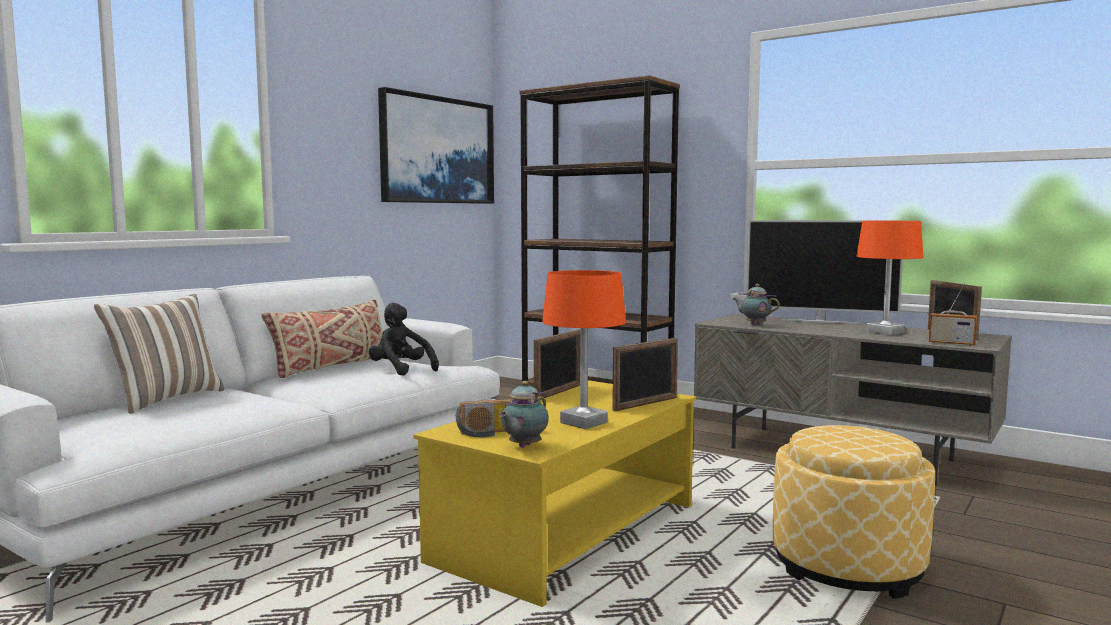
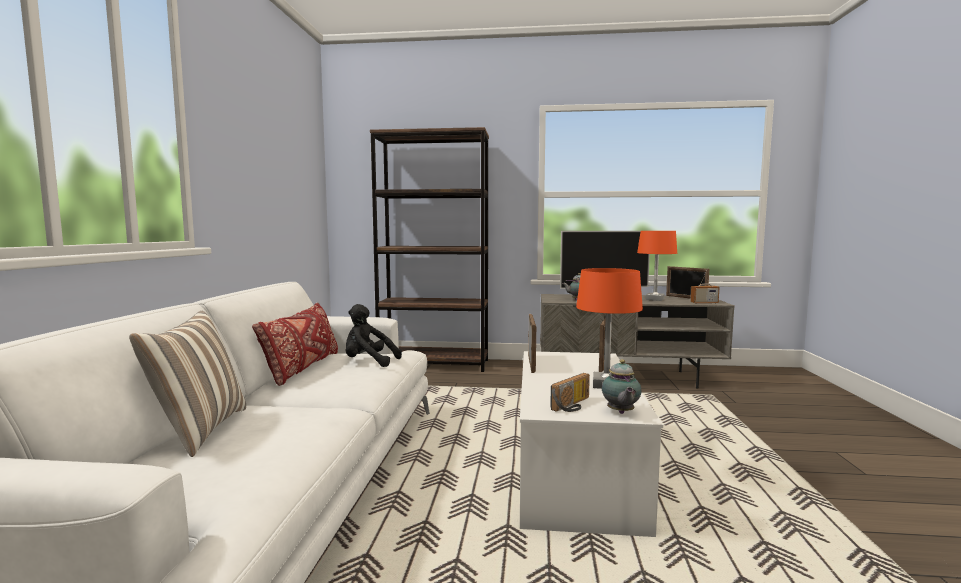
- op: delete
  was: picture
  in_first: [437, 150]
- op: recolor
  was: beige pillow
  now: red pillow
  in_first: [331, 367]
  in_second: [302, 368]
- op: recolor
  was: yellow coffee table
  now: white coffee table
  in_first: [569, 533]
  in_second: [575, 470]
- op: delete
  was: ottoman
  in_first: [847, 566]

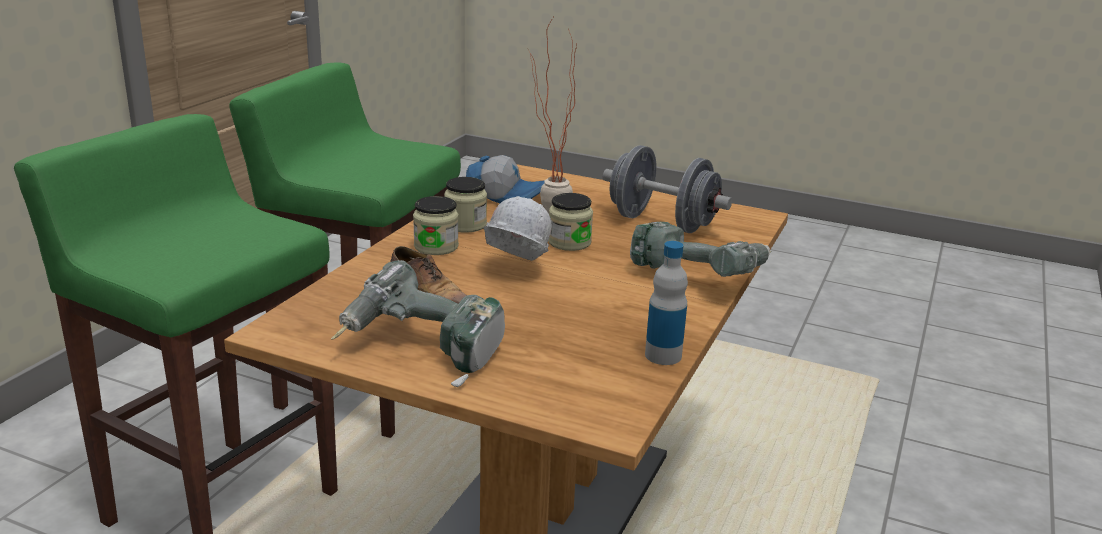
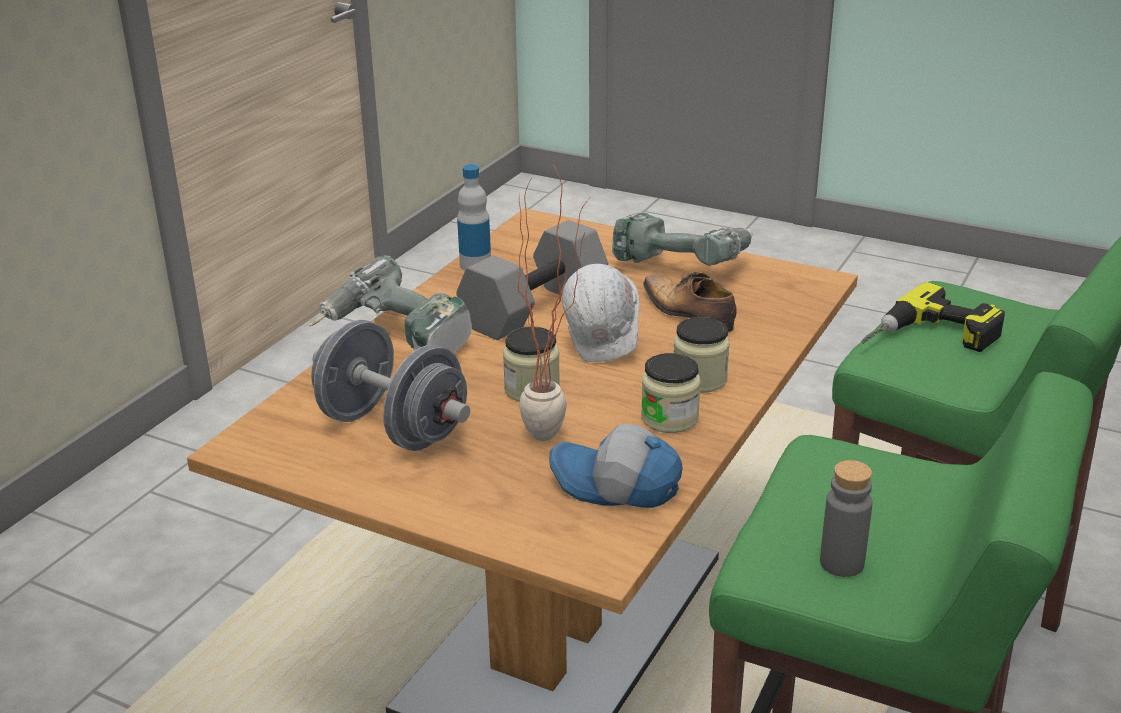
- op: insert
  now: grey dumbbell
  in_second: [533, 306]
- op: insert
  now: power drill
  in_second: [930, 339]
- op: insert
  now: grey bottle
  in_second: [841, 563]

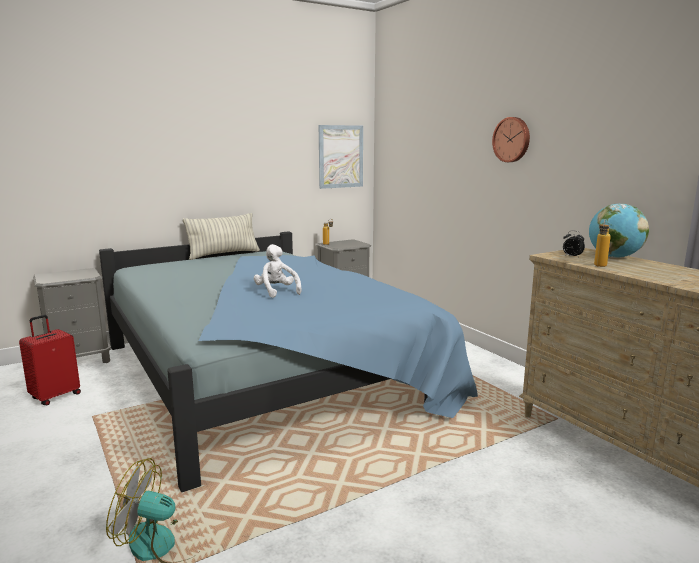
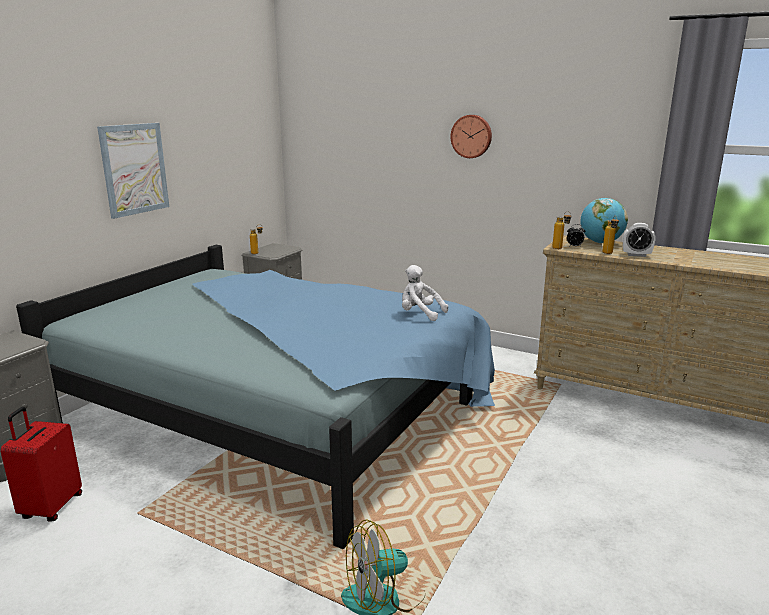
- op: move
  was: picture
  in_first: [340, 156]
  in_second: [134, 169]
- op: delete
  was: pillow
  in_first: [223, 254]
- op: move
  was: white plush toy
  in_first: [276, 292]
  in_second: [420, 314]
- op: insert
  now: bottle
  in_second: [560, 249]
- op: insert
  now: alarm clock
  in_second: [636, 255]

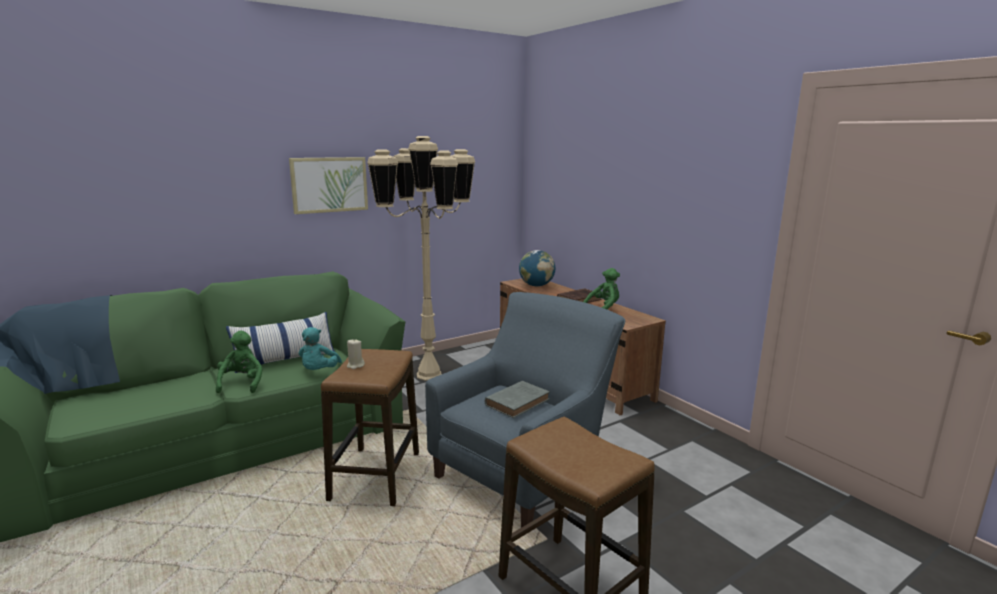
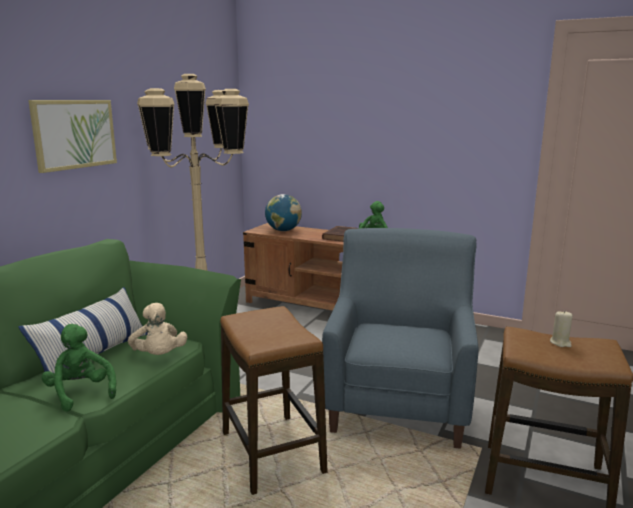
- op: recolor
  was: turquoise plush toy
  now: beige plush toy
  in_first: [319, 371]
  in_second: [159, 356]
- op: move
  was: beige candle
  in_first: [355, 365]
  in_second: [560, 343]
- op: delete
  was: grey book
  in_first: [518, 402]

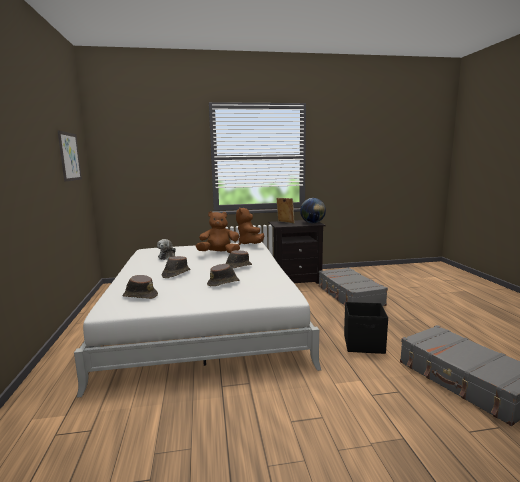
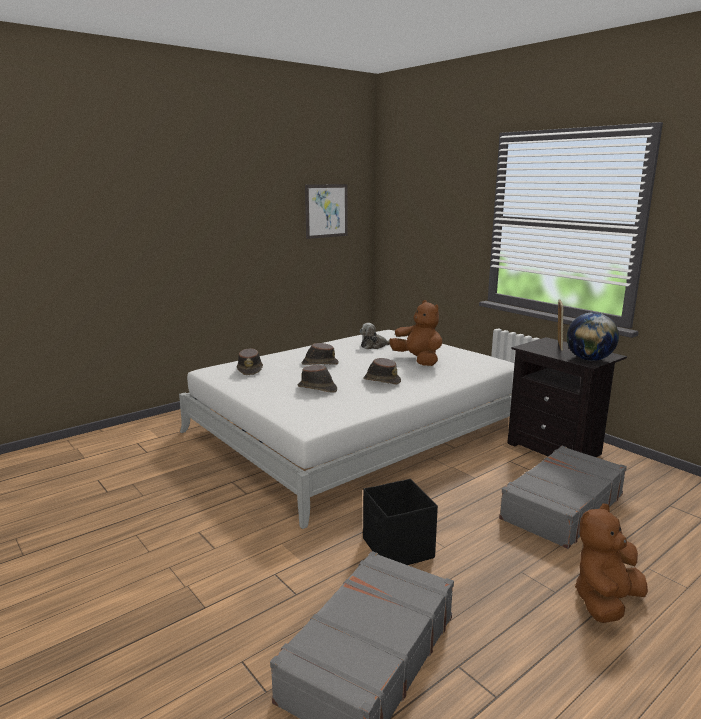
- op: move
  was: brown plush toy
  in_first: [250, 244]
  in_second: [605, 602]

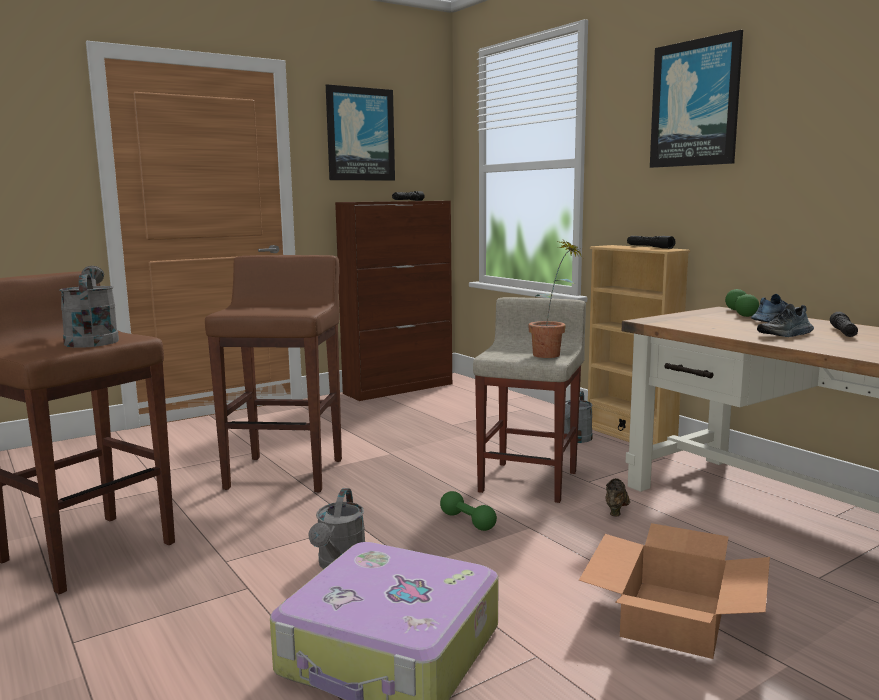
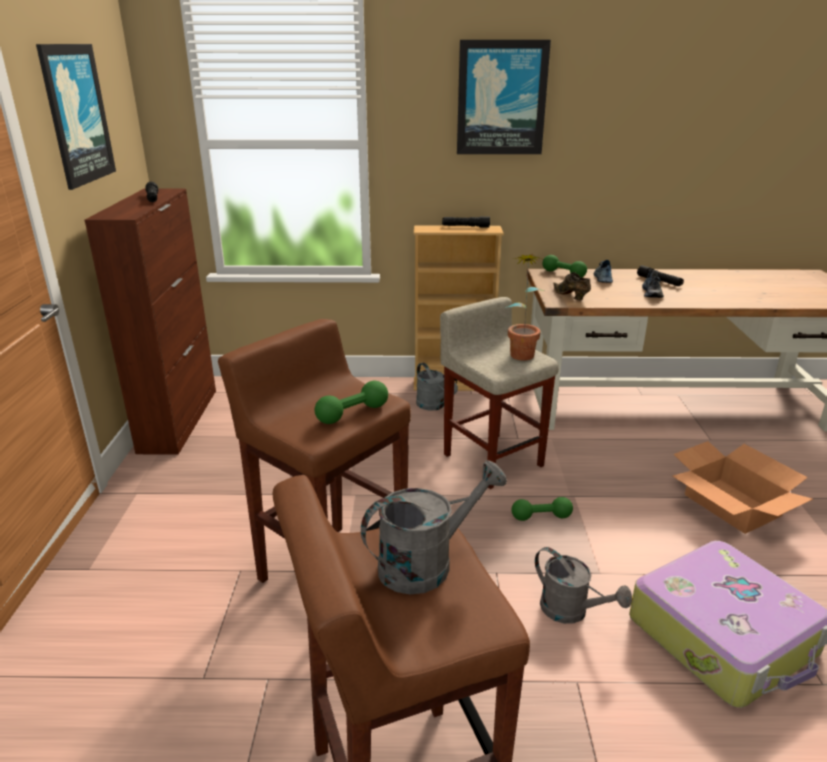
- op: rotate
  was: grey watering can
  in_first: [92, 340]
  in_second: [427, 563]
  clockwise: 135
- op: move
  was: brown shoe
  in_first: [616, 509]
  in_second: [571, 296]
- op: insert
  now: green dumbbell
  in_second: [352, 414]

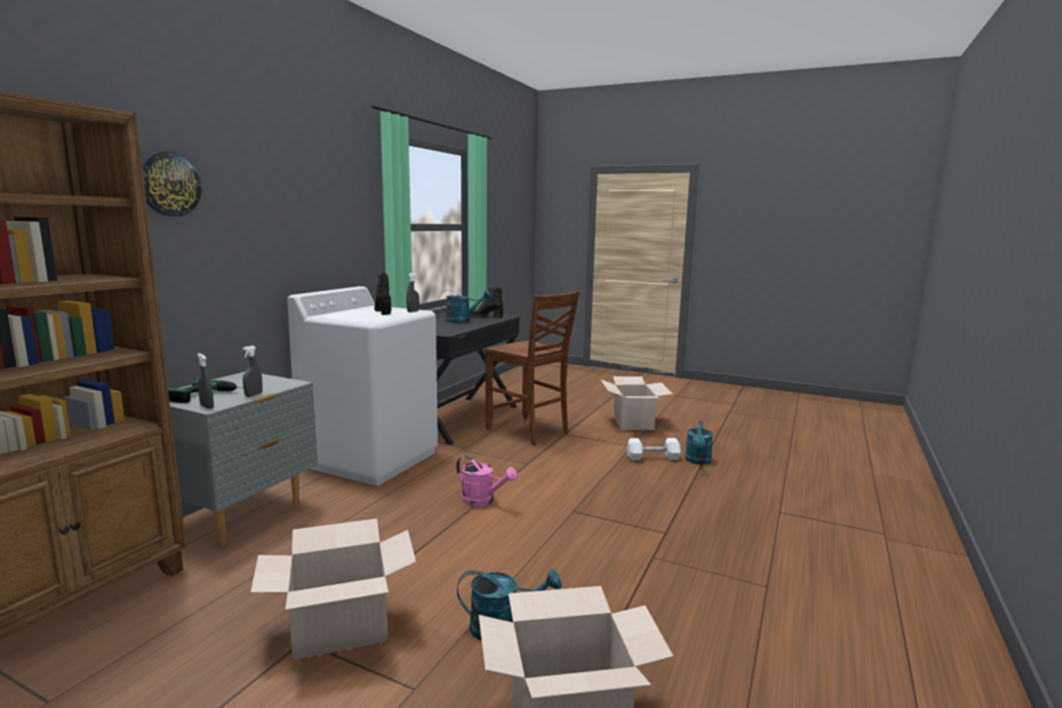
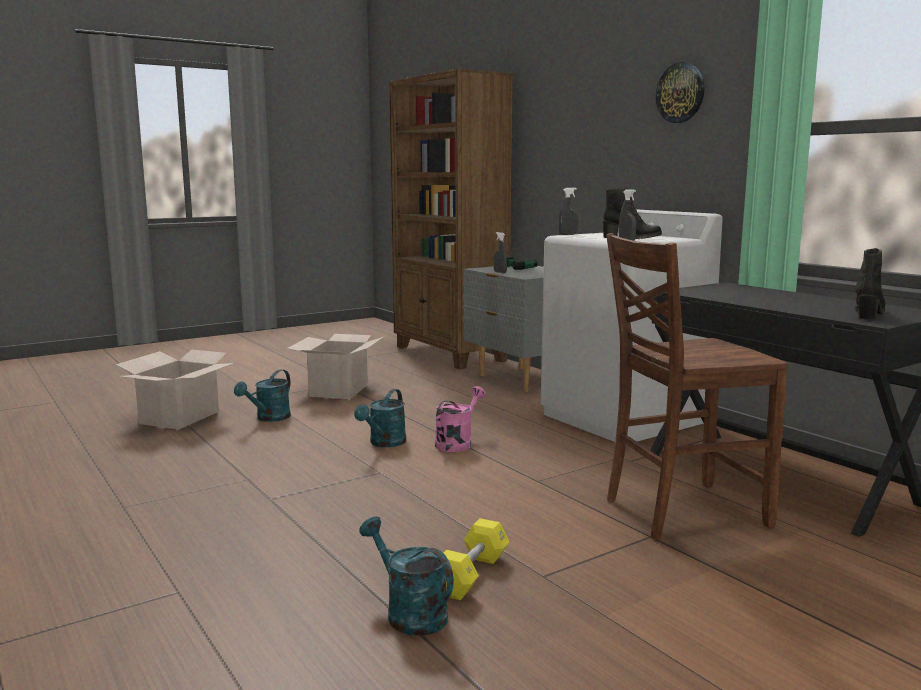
- op: move
  was: wall clock
  in_first: [169, 184]
  in_second: [680, 93]
- op: move
  was: turquoise watering can
  in_first: [462, 321]
  in_second: [384, 443]
- op: move
  was: grey spray bottle
  in_first: [207, 406]
  in_second: [568, 234]
- op: delete
  was: cardboard box
  in_first: [632, 422]
- op: recolor
  was: white dumbbell
  now: yellow dumbbell
  in_first: [653, 458]
  in_second: [470, 575]
- op: rotate
  was: pink watering can
  in_first: [483, 501]
  in_second: [457, 443]
  clockwise: 150

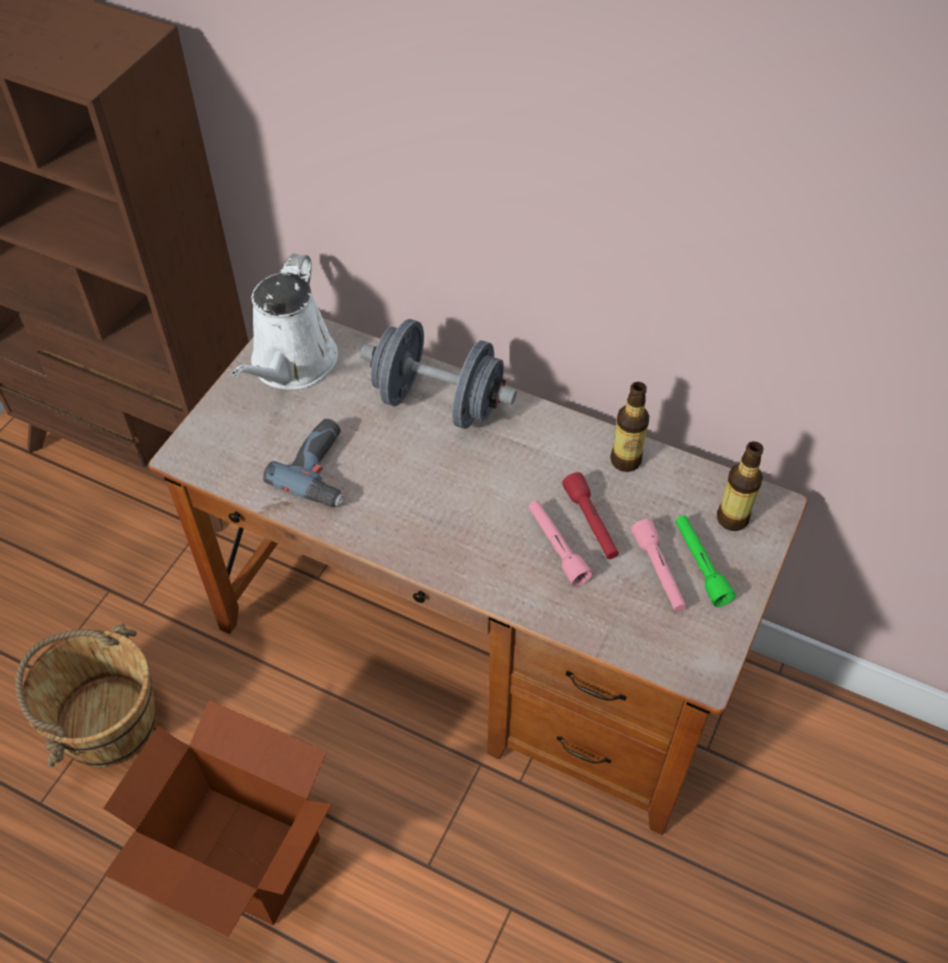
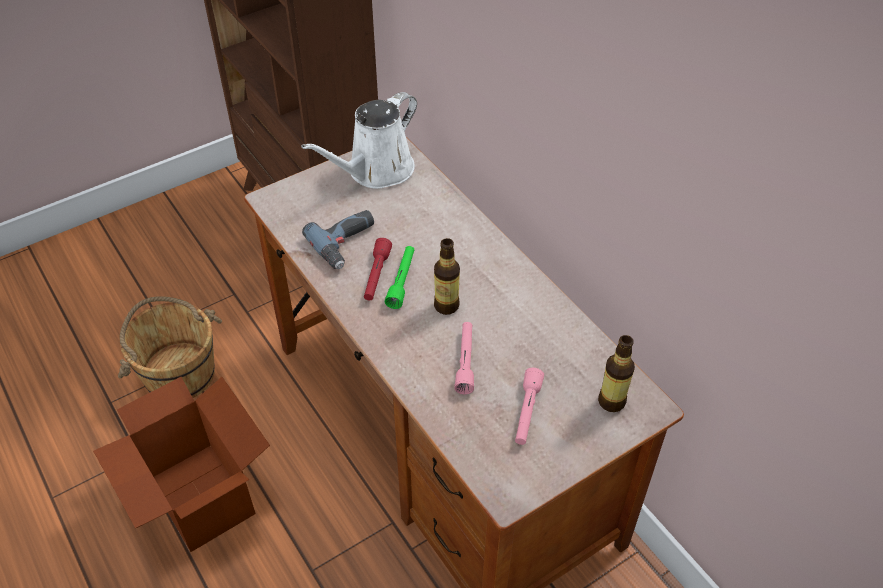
- op: delete
  was: grey dumbbell
  in_first: [438, 402]
- op: move
  was: bottle
  in_first: [625, 460]
  in_second: [446, 306]
- op: move
  was: red flashlight
  in_first: [591, 523]
  in_second: [376, 275]
- op: move
  was: green flashlight
  in_first: [700, 565]
  in_second: [402, 281]

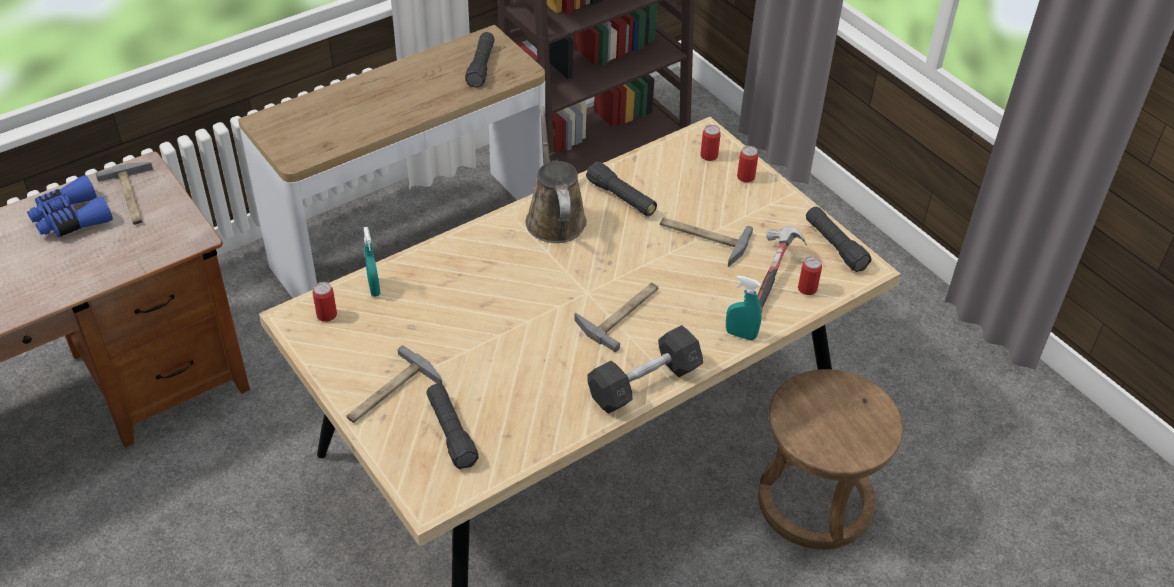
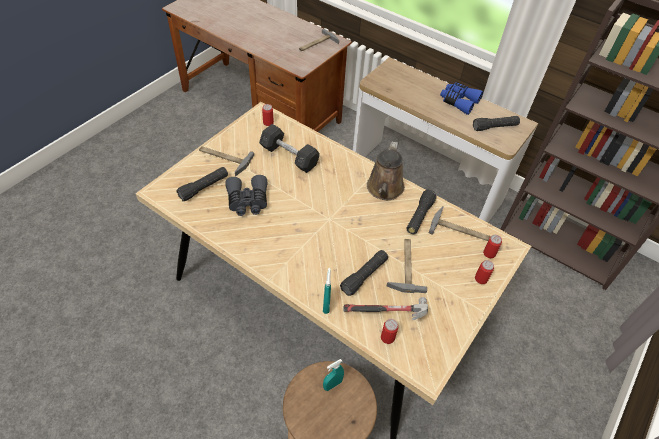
- op: rotate
  was: brown watering can
  in_first: [554, 217]
  in_second: [384, 189]
  clockwise: 135
- op: move
  was: blue binoculars
  in_first: [71, 219]
  in_second: [458, 101]
- op: move
  was: black flashlight
  in_first: [835, 246]
  in_second: [364, 276]
- op: move
  was: turquoise spray bottle
  in_first: [374, 287]
  in_second: [332, 384]
- op: move
  was: hammer
  in_first: [622, 313]
  in_second: [460, 229]
- op: move
  was: grey dumbbell
  in_first: [644, 383]
  in_second: [289, 156]
- op: insert
  now: grey binoculars
  in_second: [247, 201]

